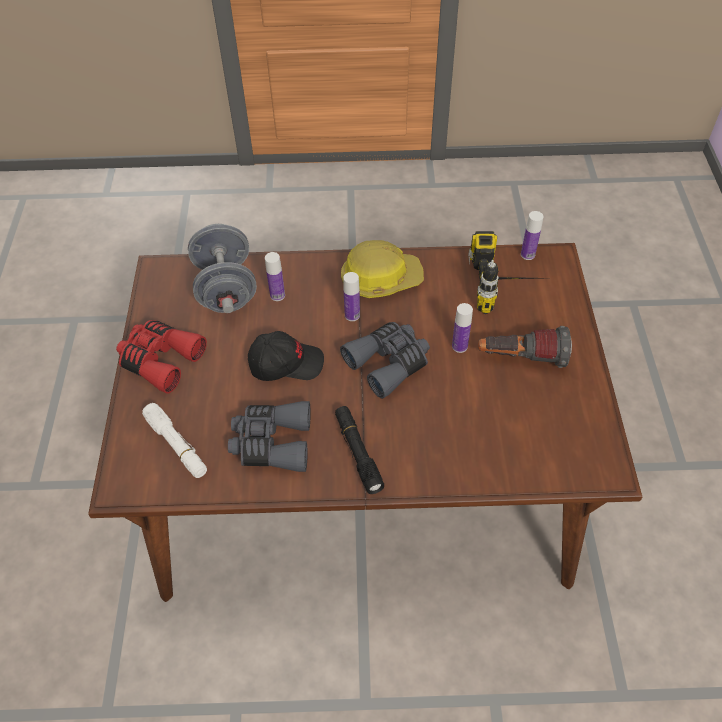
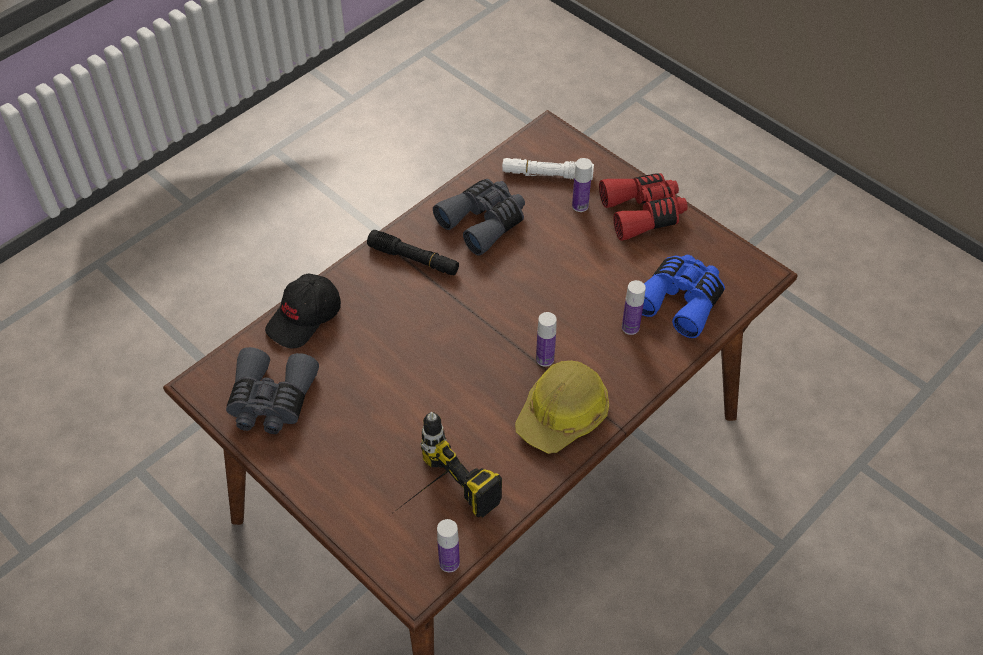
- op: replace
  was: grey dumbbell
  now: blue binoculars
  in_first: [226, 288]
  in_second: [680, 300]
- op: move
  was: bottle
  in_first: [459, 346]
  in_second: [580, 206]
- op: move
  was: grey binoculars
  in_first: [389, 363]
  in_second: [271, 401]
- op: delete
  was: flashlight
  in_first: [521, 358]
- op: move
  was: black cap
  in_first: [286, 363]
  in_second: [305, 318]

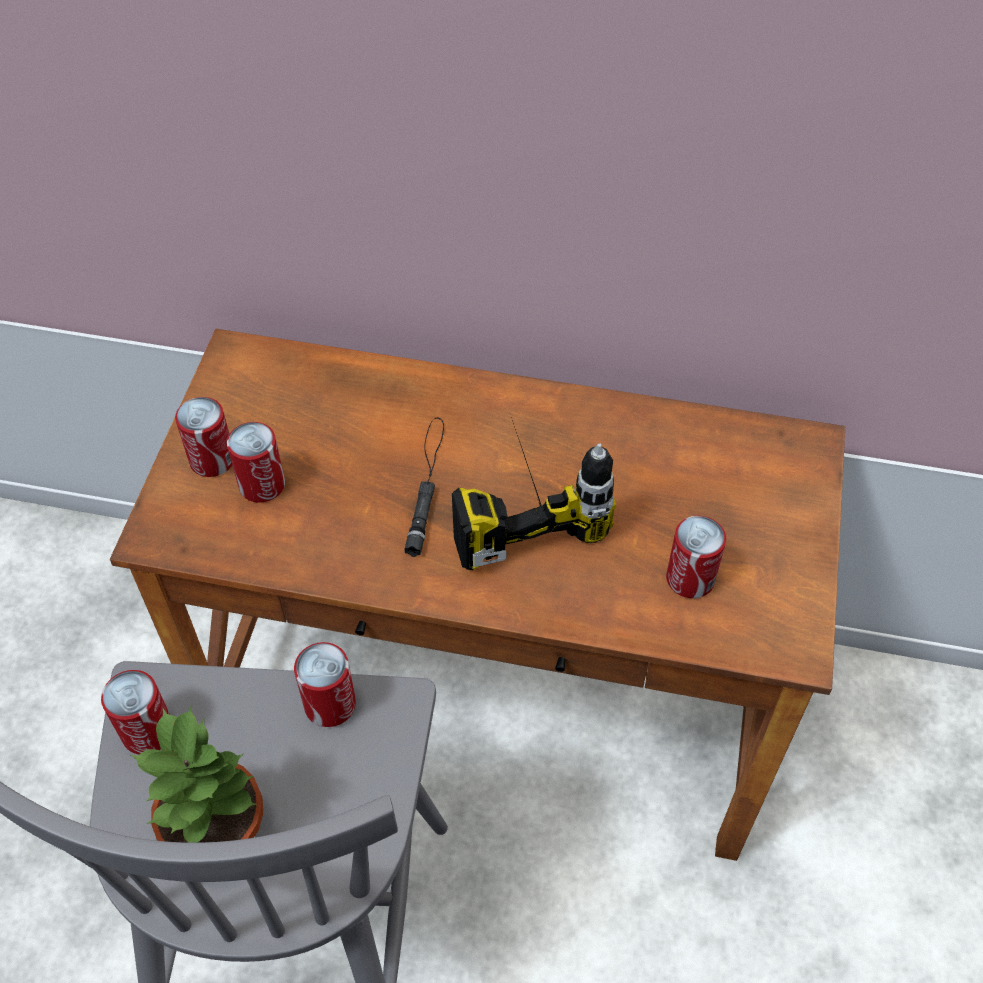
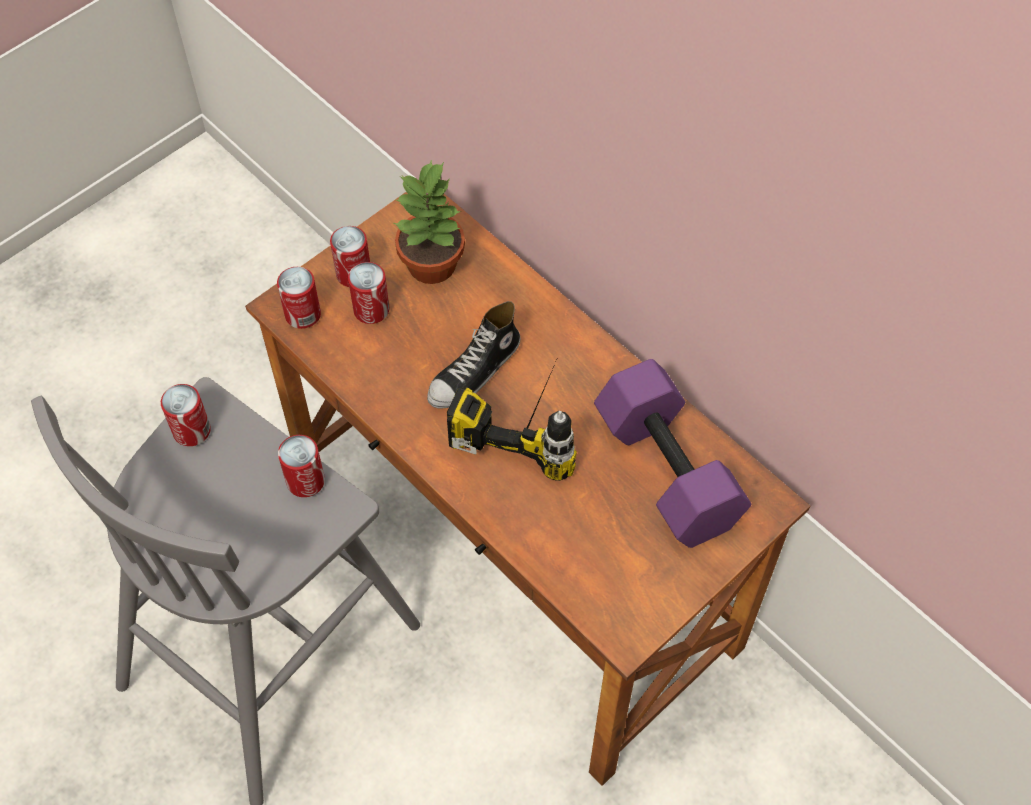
- op: replace
  was: black flashlight
  now: shoe
  in_first: [426, 485]
  in_second: [475, 372]
- op: move
  was: can
  in_first: [690, 578]
  in_second: [303, 314]
- op: move
  was: potted plant
  in_first: [220, 832]
  in_second: [433, 265]
- op: insert
  now: purple dumbbell
  in_second: [664, 470]

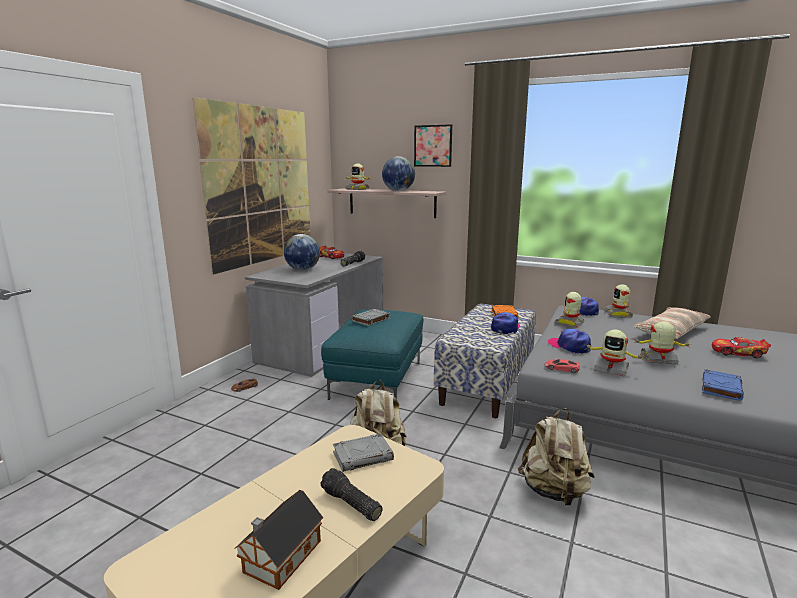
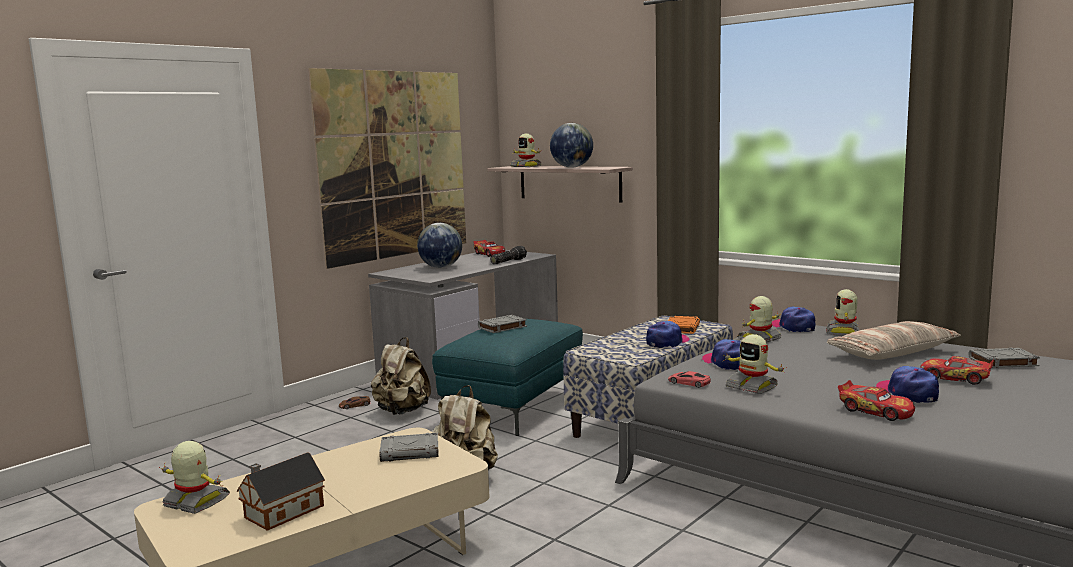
- op: delete
  was: picture
  in_first: [433, 146]
- op: move
  was: toy robot
  in_first: [659, 359]
  in_second: [195, 502]
- op: replace
  was: blue book
  now: toy car
  in_first: [721, 388]
  in_second: [875, 411]
- op: move
  was: beige backpack
  in_first: [554, 492]
  in_second: [402, 411]
- op: delete
  was: flashlight
  in_first: [350, 504]
- op: insert
  now: grey book
  in_second: [1002, 362]
- op: insert
  now: cap
  in_second: [907, 393]

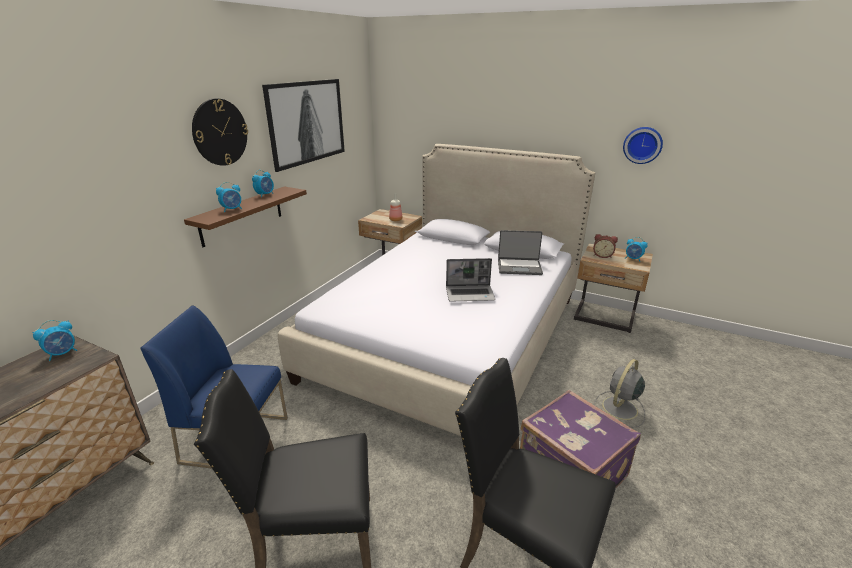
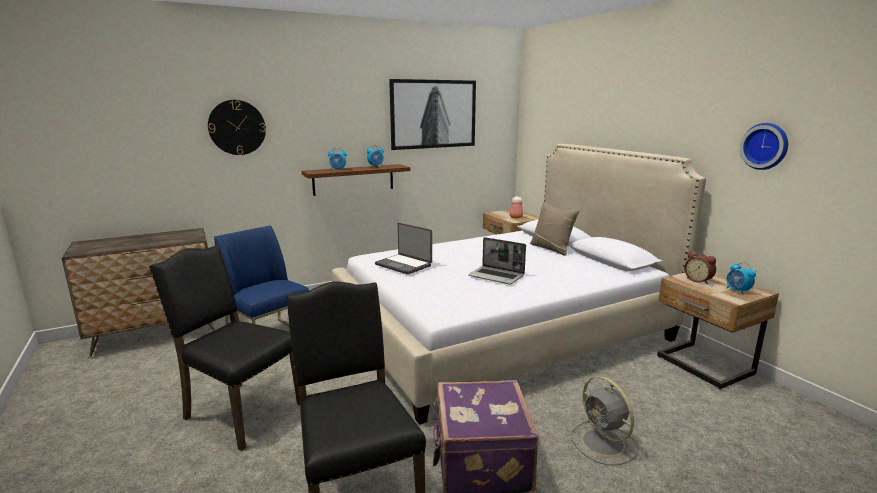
- op: move
  was: wall clock
  in_first: [220, 132]
  in_second: [237, 127]
- op: move
  was: laptop
  in_first: [519, 267]
  in_second: [404, 265]
- op: delete
  was: alarm clock
  in_first: [63, 353]
- op: rotate
  was: grey fan
  in_first: [619, 409]
  in_second: [604, 444]
  clockwise: -105
- op: insert
  now: beige pillow
  in_second: [551, 248]

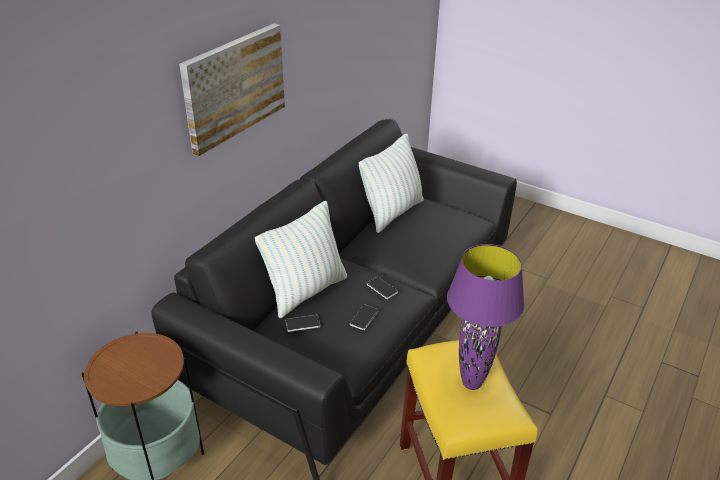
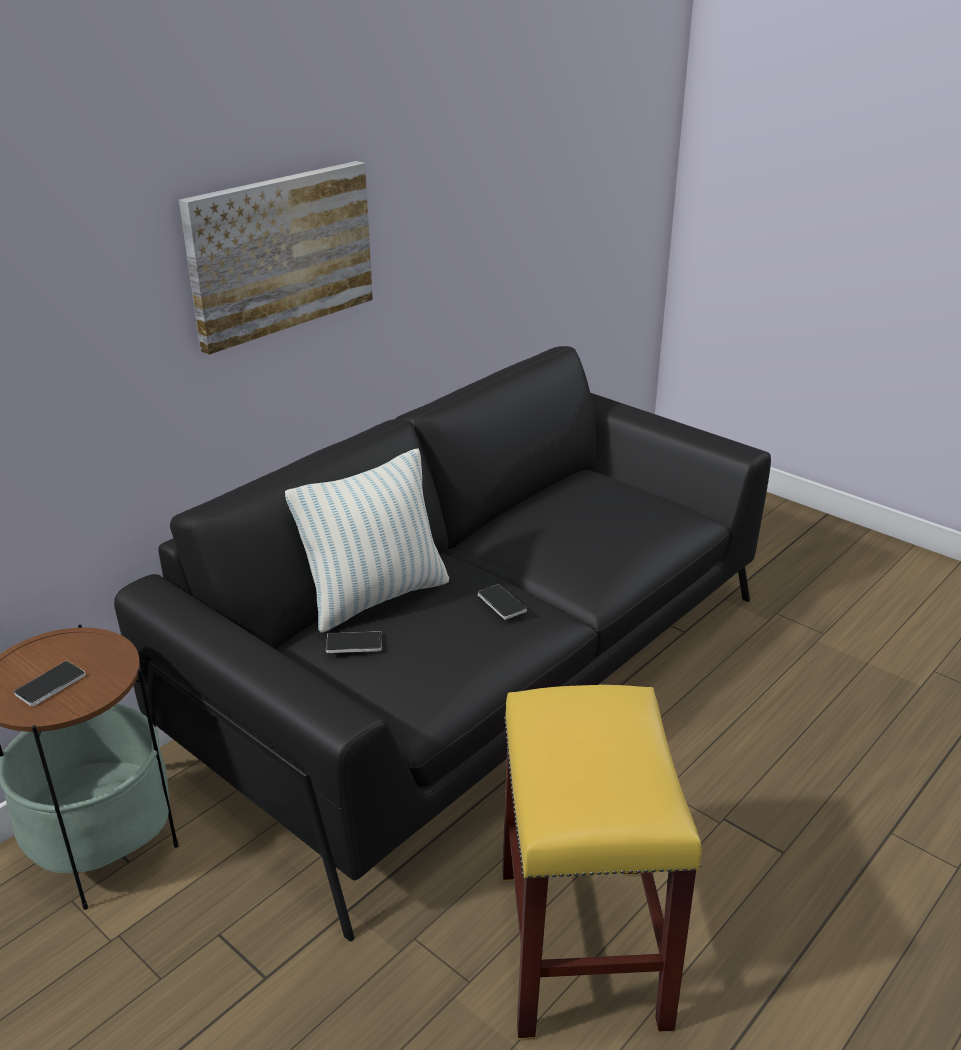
- op: delete
  was: pillow
  in_first: [392, 212]
- op: delete
  was: purple table lamp
  in_first: [472, 384]
- op: move
  was: phone
  in_first: [364, 318]
  in_second: [50, 685]

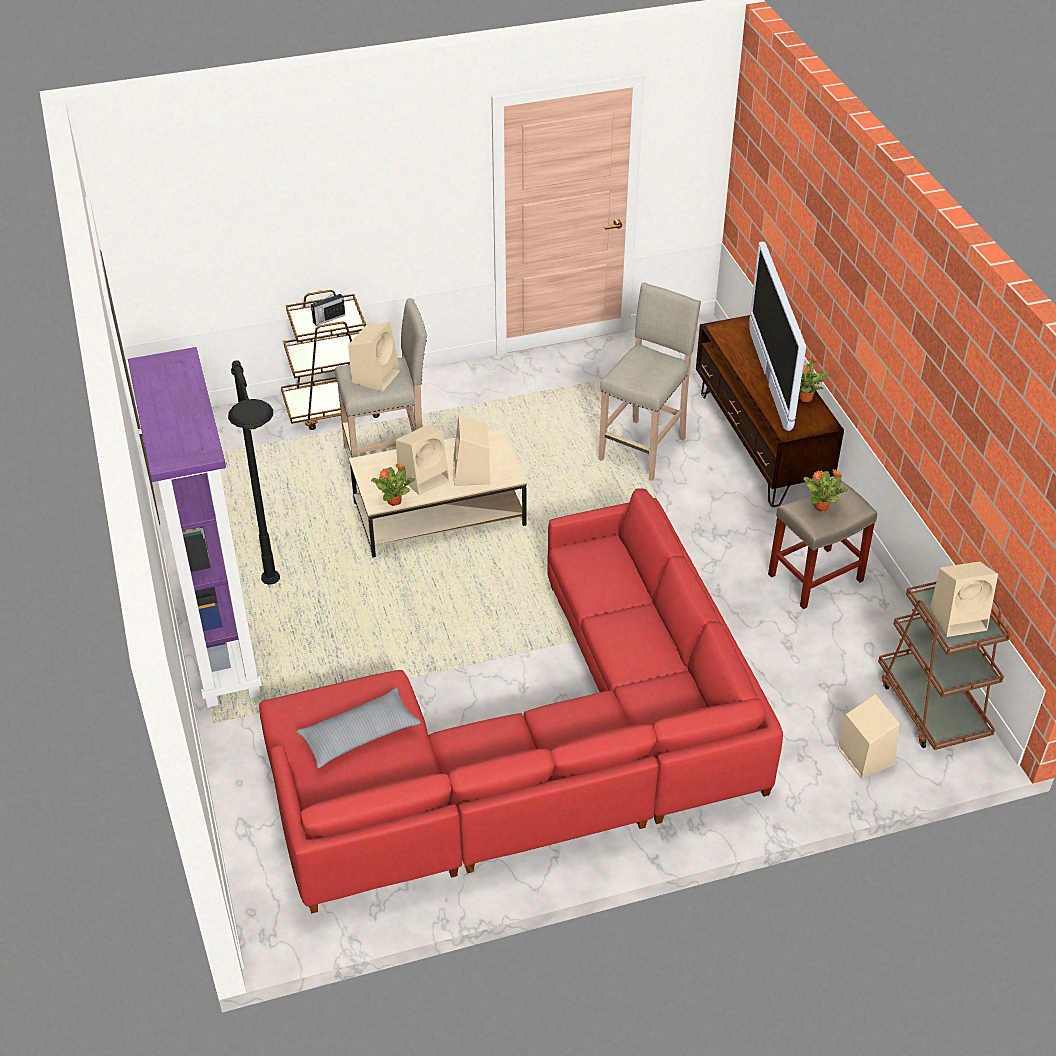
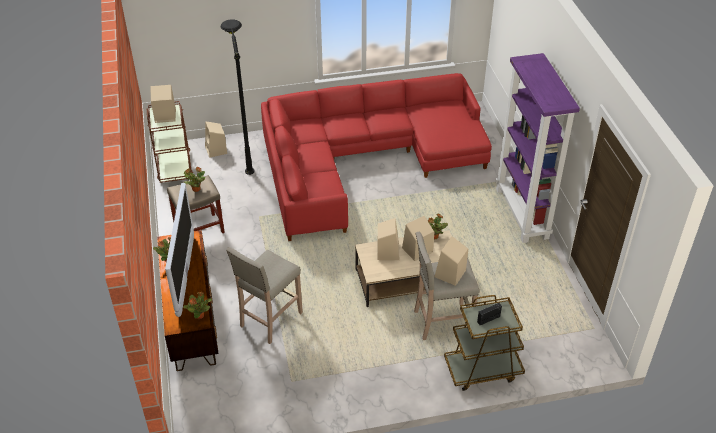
- op: move
  was: black floor lamp
  in_first: [281, 619]
  in_second: [246, 153]
- op: delete
  was: grey pillow
  in_first: [359, 735]
- op: insert
  now: potted plant
  in_second: [199, 315]

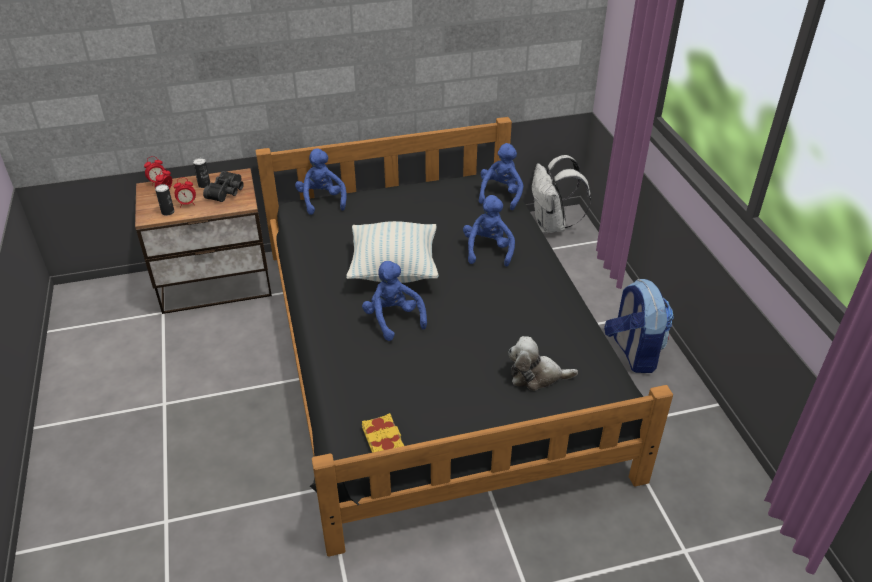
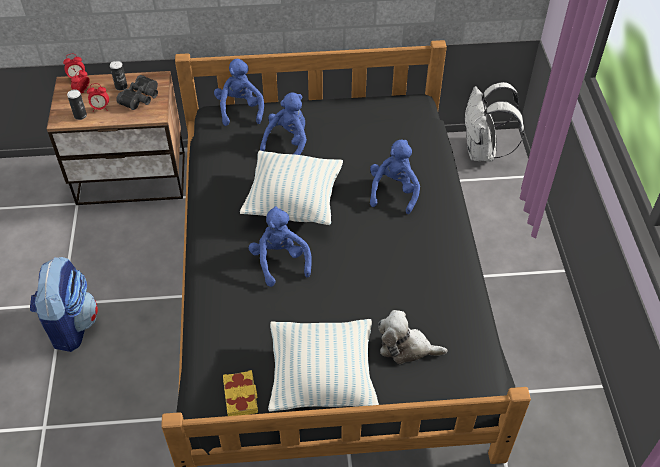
- op: move
  was: blue plush toy
  in_first: [501, 194]
  in_second: [288, 143]
- op: move
  was: backpack
  in_first: [633, 352]
  in_second: [71, 324]
- op: insert
  now: pillow
  in_second: [322, 378]

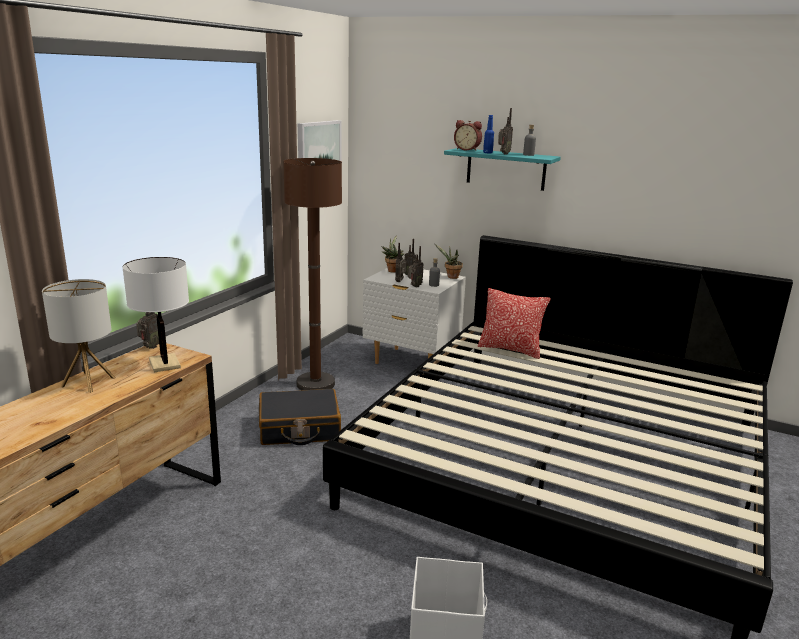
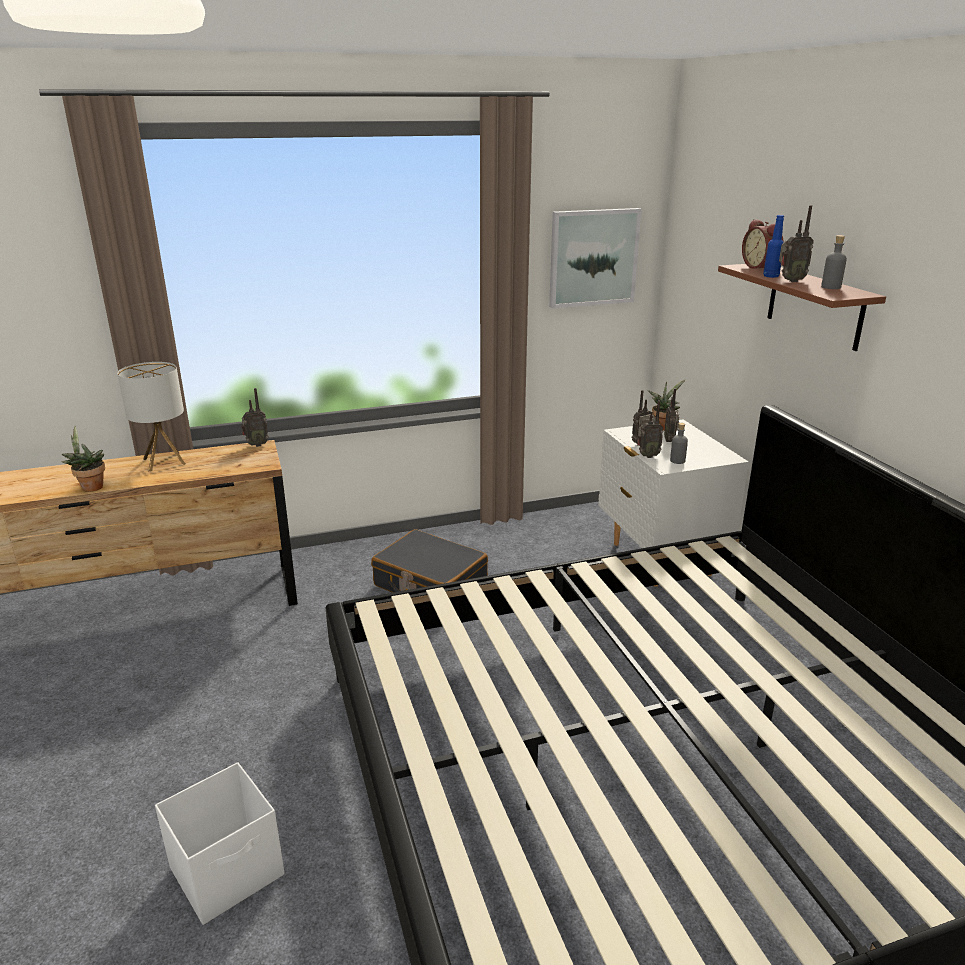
- op: recolor
  was: turquoise shelf
  now: brown shelf
  in_first: [506, 169]
  in_second: [814, 305]
- op: delete
  was: brown floor lamp
  in_first: [315, 384]
- op: move
  was: potted plant
  in_first: [451, 277]
  in_second: [90, 487]
- op: delete
  was: white table lamp
  in_first: [164, 364]
- op: delete
  was: pillow
  in_first: [510, 349]

